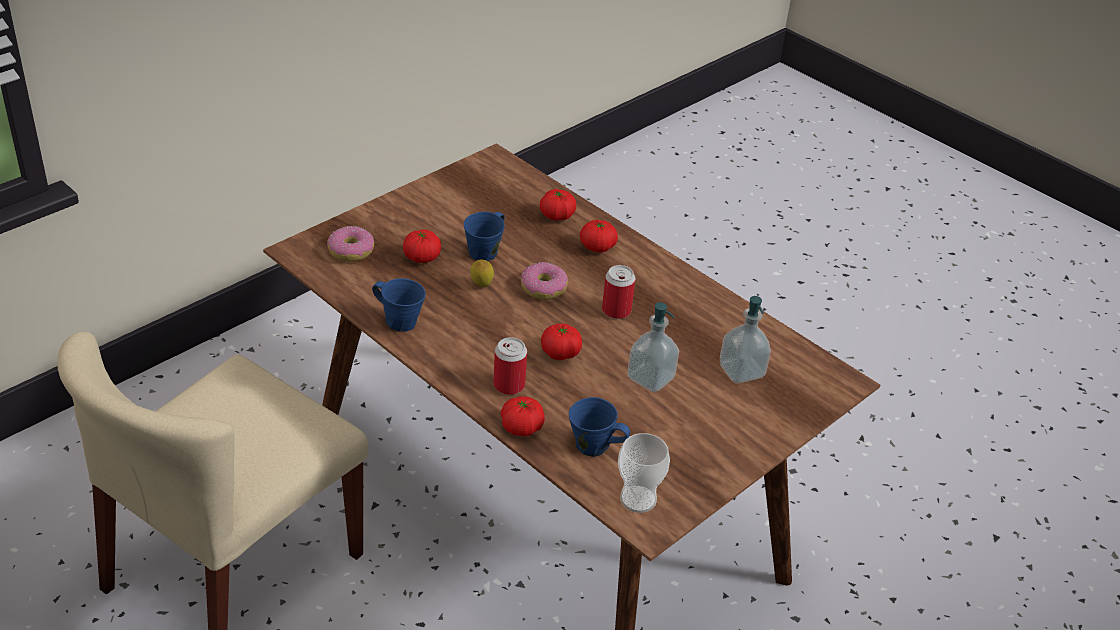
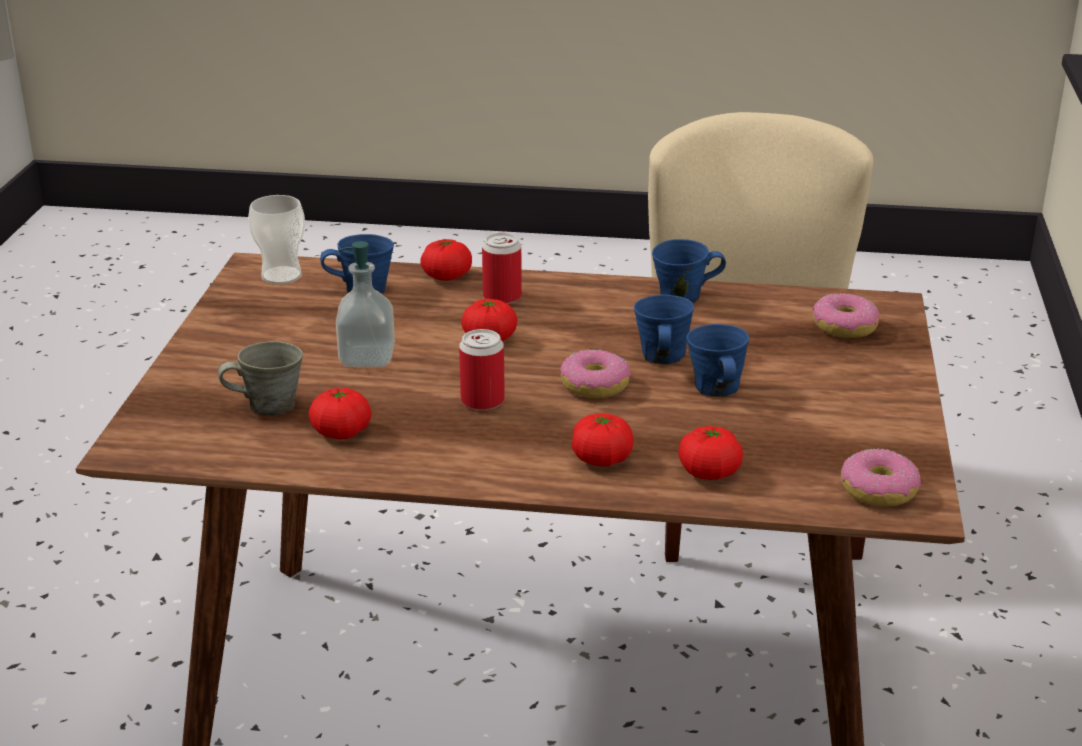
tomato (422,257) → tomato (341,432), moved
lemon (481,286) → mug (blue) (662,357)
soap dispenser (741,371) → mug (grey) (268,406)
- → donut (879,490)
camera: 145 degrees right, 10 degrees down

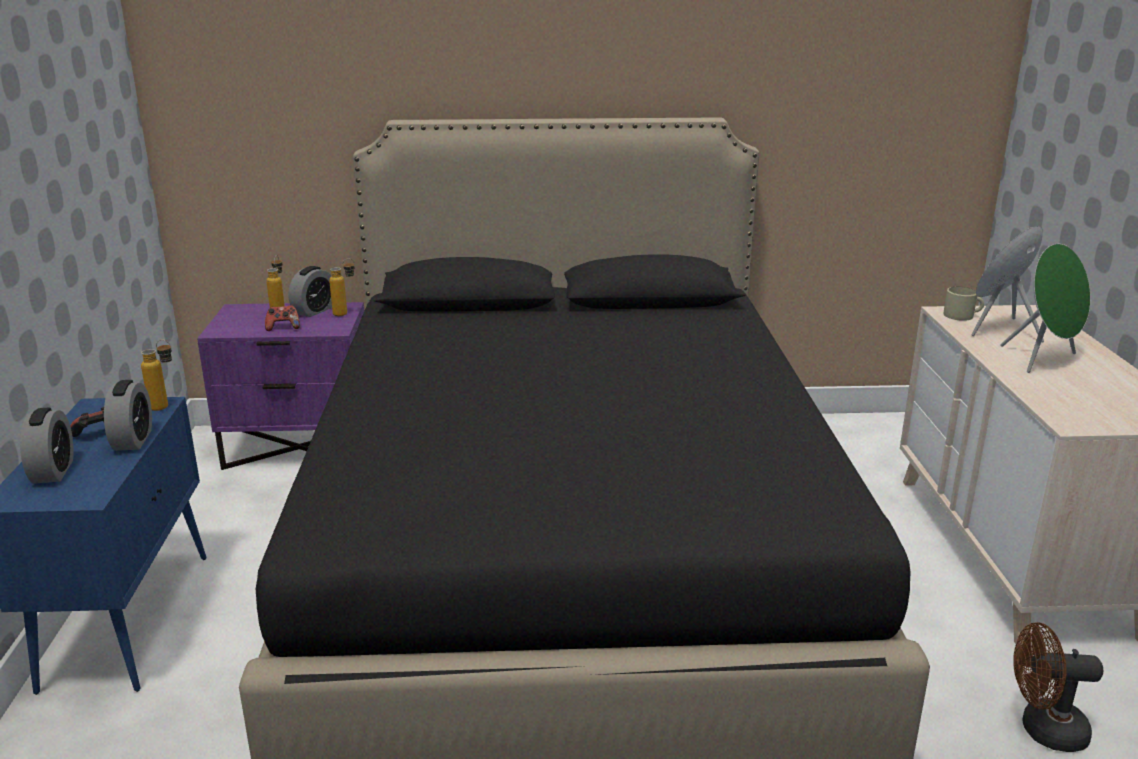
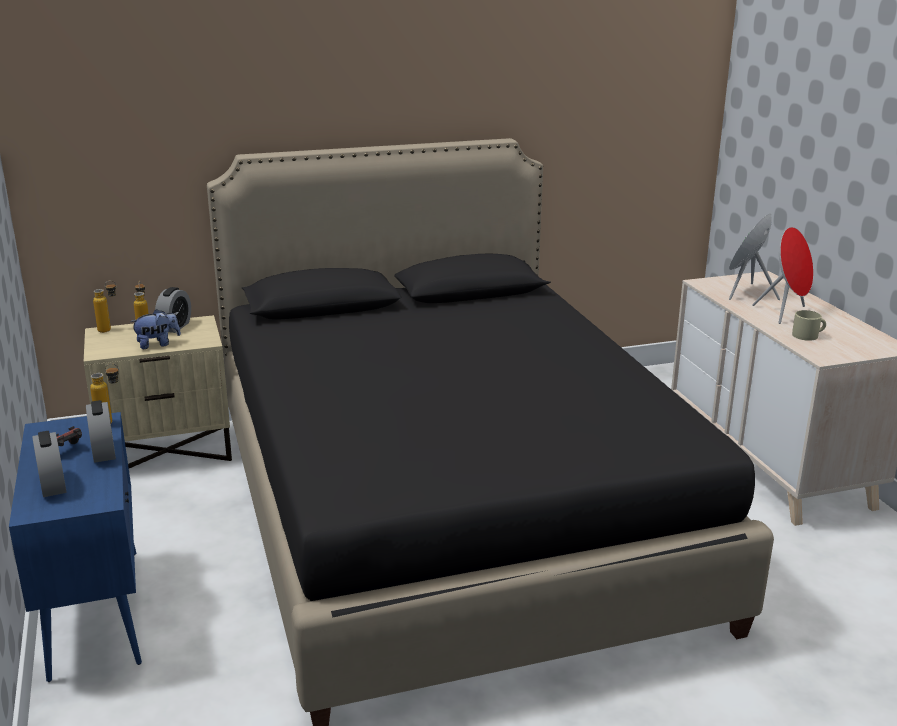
speaker (green) (1043,360) → speaker (red) (785,313)
bottle (346,314) → bottle (110,330), moved
mug (beige) (962,315) → mug (beige) (808,335), moved
nightstand (purple) (300,447) → nightstand (beige) (167,450)
game controller (283,327) → plush toy (157,344)
fan (brown) (1043,730) → -
camera: 15 degrees left, 0 degrees up

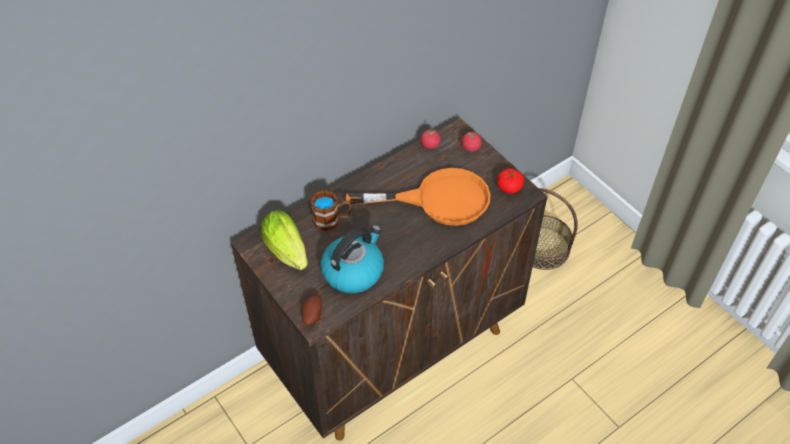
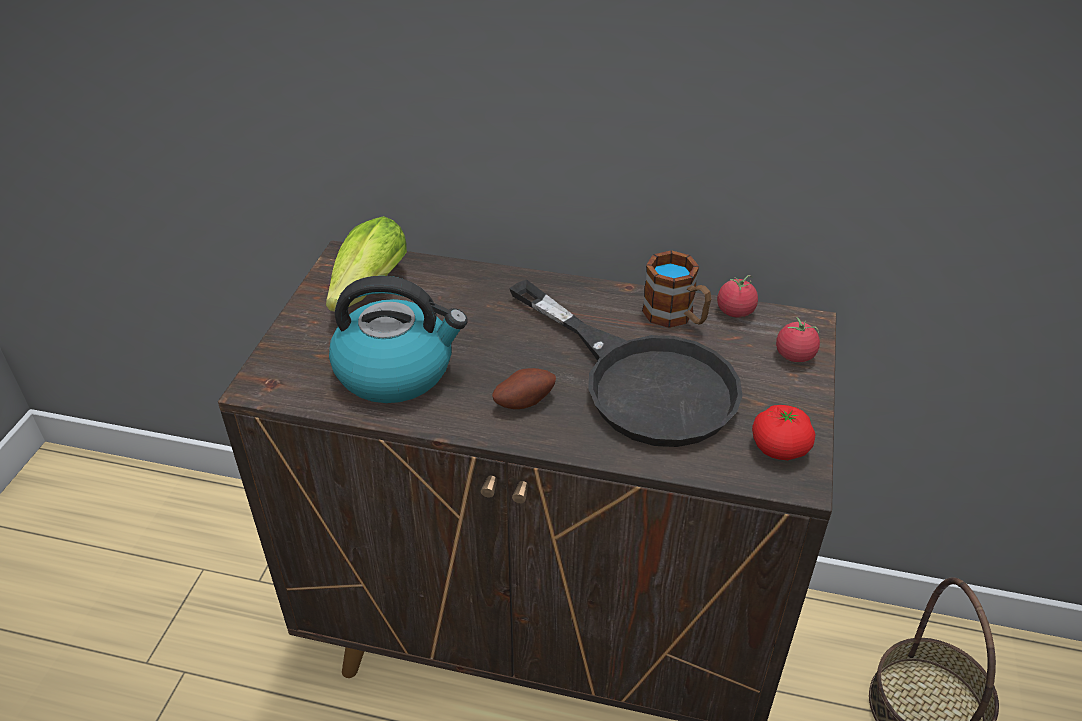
frying pan (orange) (438,200) → frying pan (black) (641,380)
mug (332,220) → mug (676,317), moved
potato (311,315) → potato (523,400), moved
camera: 50 degrees right, 10 degrees down

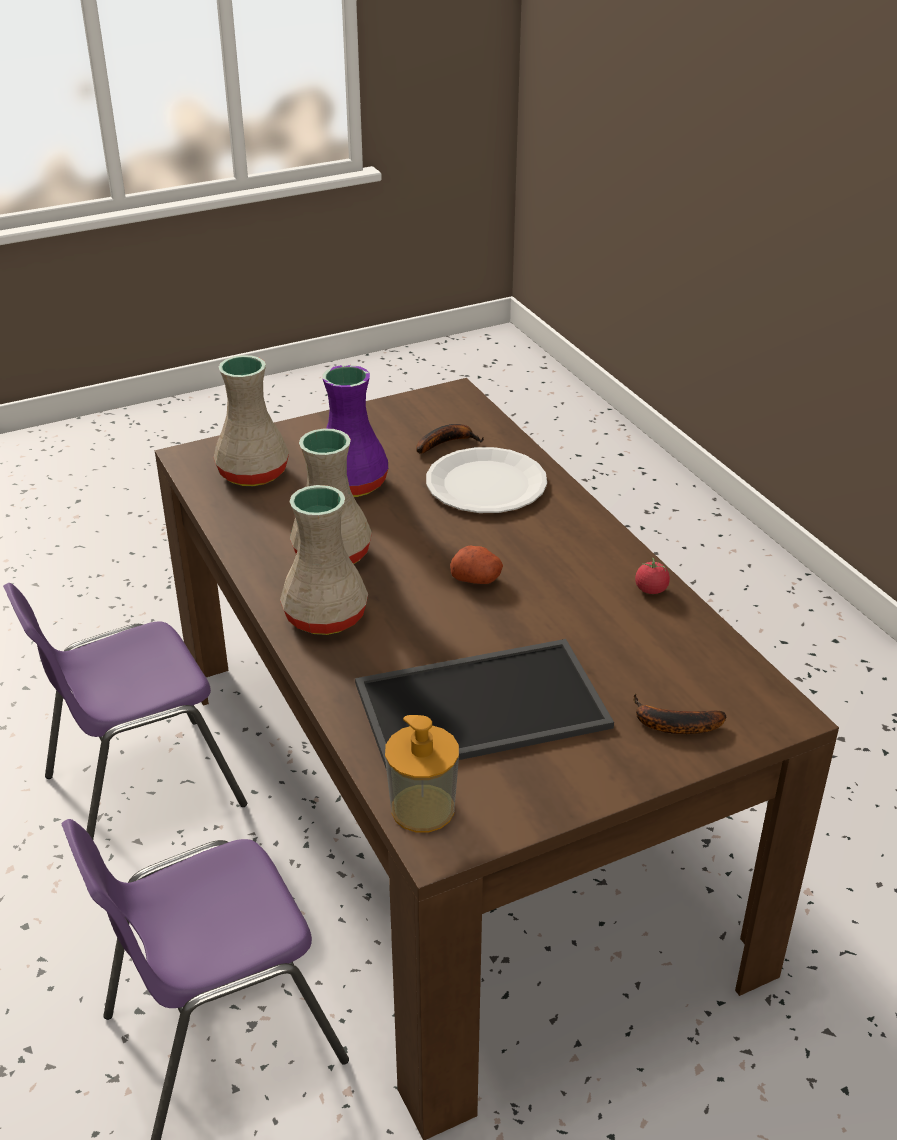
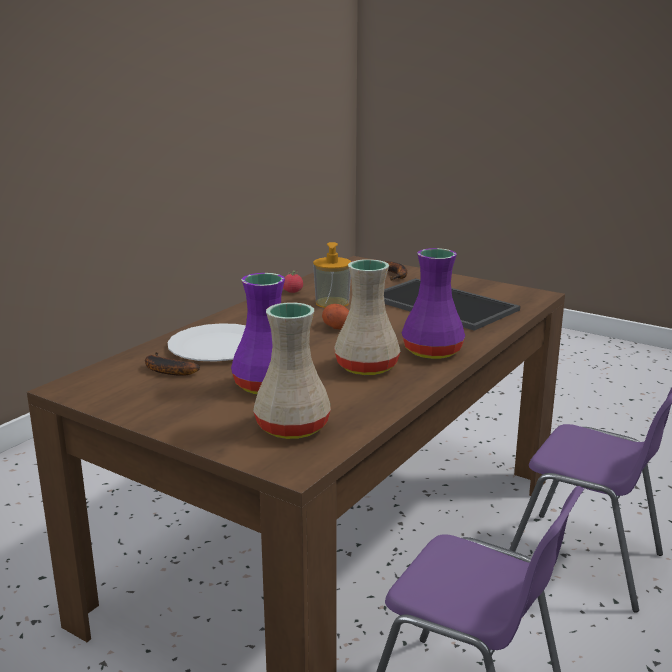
vase (beige) (324,616) → vase (purple) (432,352)
soap dispenser (422,808) → soap dispenser (332,303), moved
camera: 120 degrees left, 15 degrees down

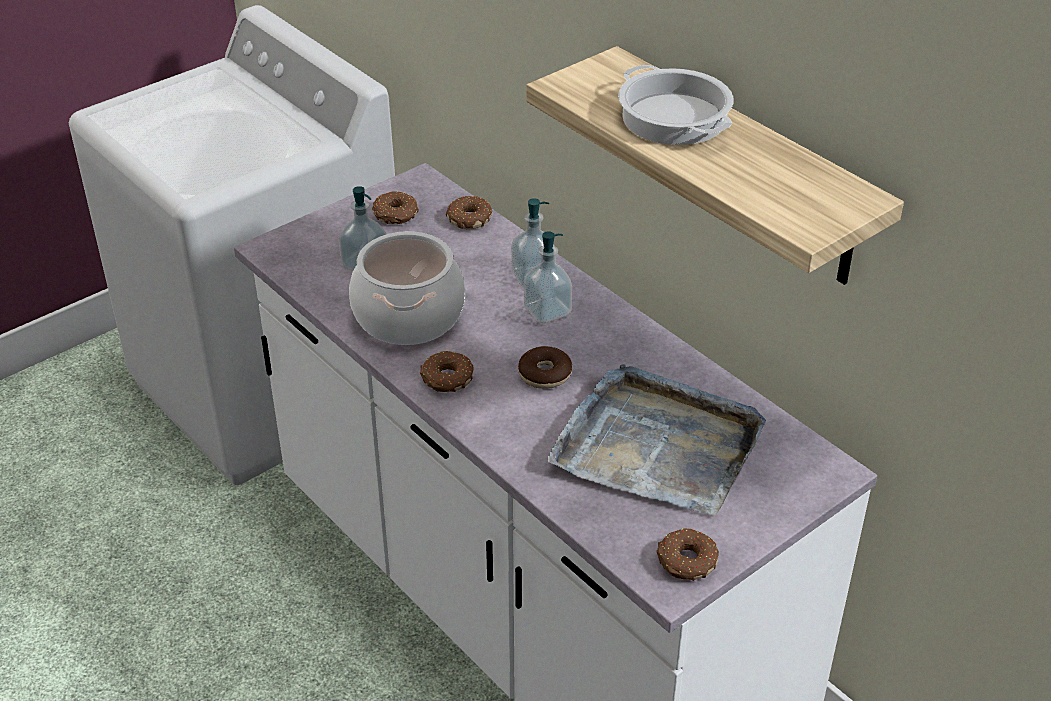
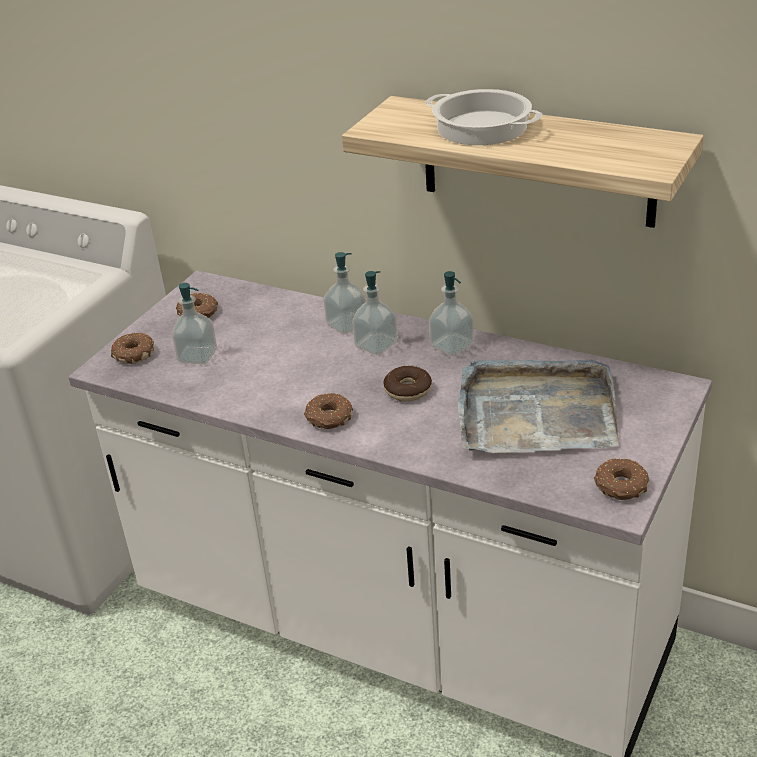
donut (469,218) → donut (133,354), moved
cooking pot (409,316) → -
- → soap dispenser (452,346)
camera: 20 degrees left, 5 degrees down

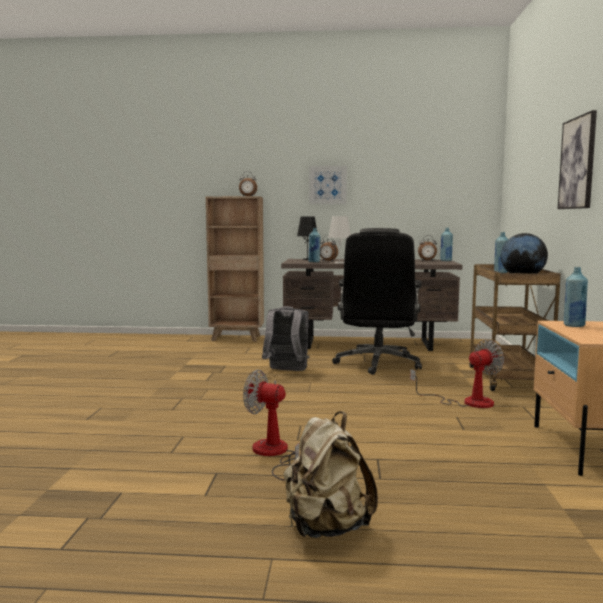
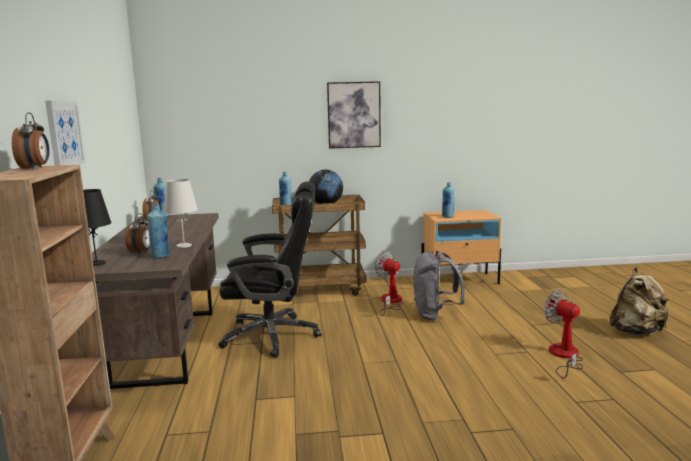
backpack (grey) (286,371) → backpack (grey) (435,315), moved
fan (273,454) → fan (564,356), 135 degrees clockwise
camera: 100 degrees left, 5 degrees up

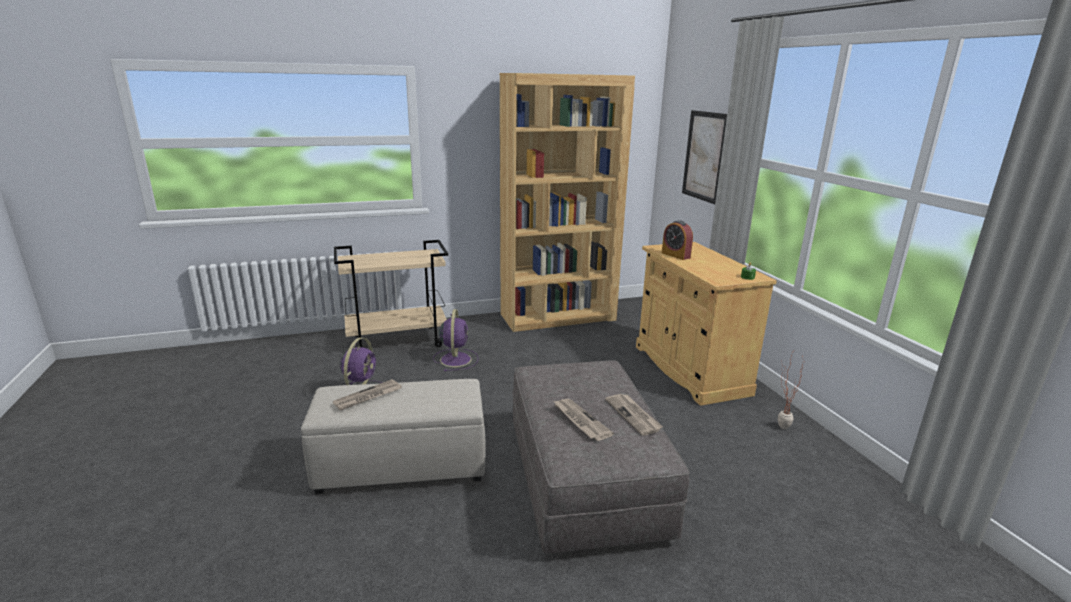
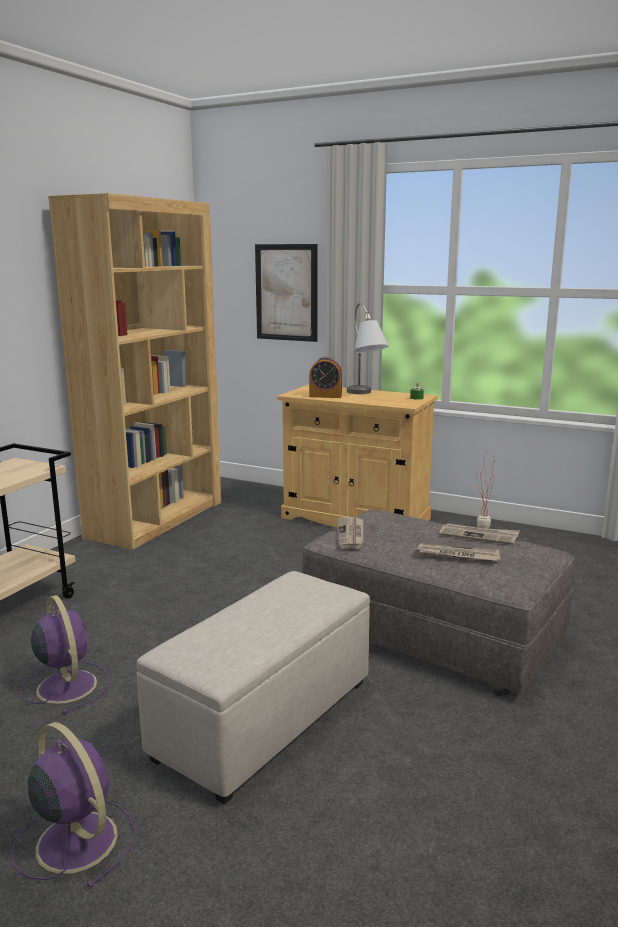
fan (purple) (456,359) → fan (purple) (75,840), moved
newspaper (368,397) → newspaper (351,534), moved
- → table lamp (grey) (365,395)
camera: 45 degrees left, 5 degrees down

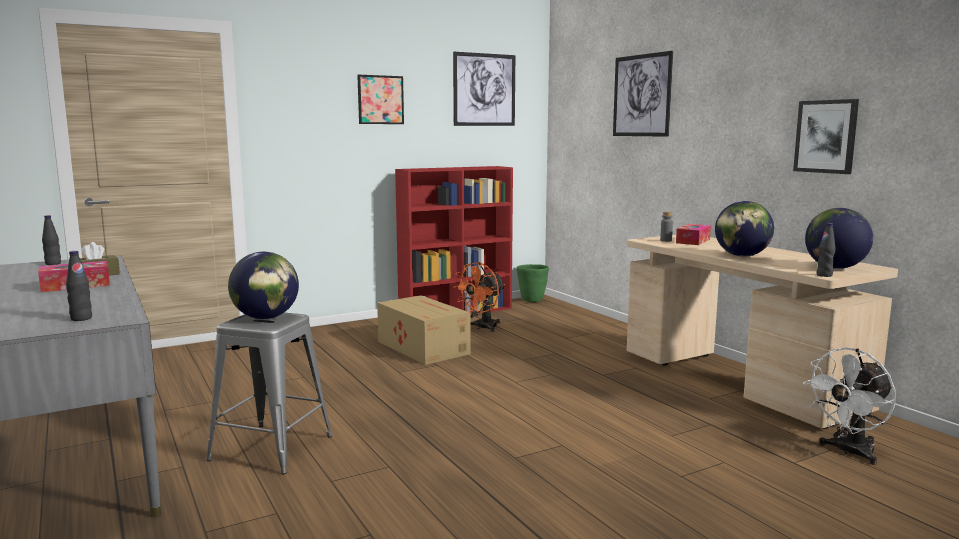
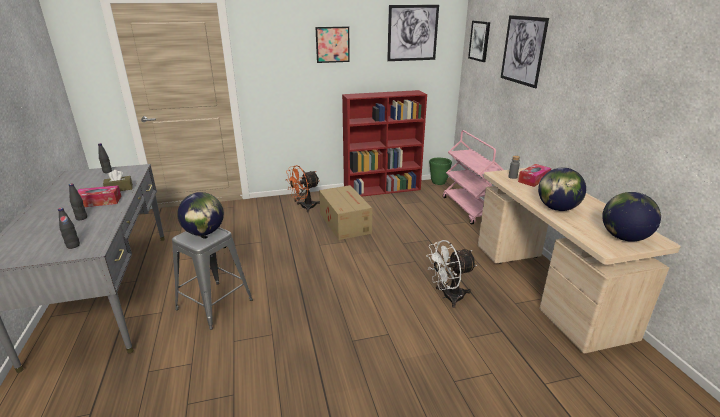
picture (826,136) → picture (479,41), moved
bottle (black) (824,275) → bottle (black) (81,218), moved
fan (orange) (482,328) → fan (orange) (304,207), moved
fan (white) (848,452) → fan (white) (448,297), moved
- → cart (pink) (469,209)
camera: 15 degrees right, 15 degrees up

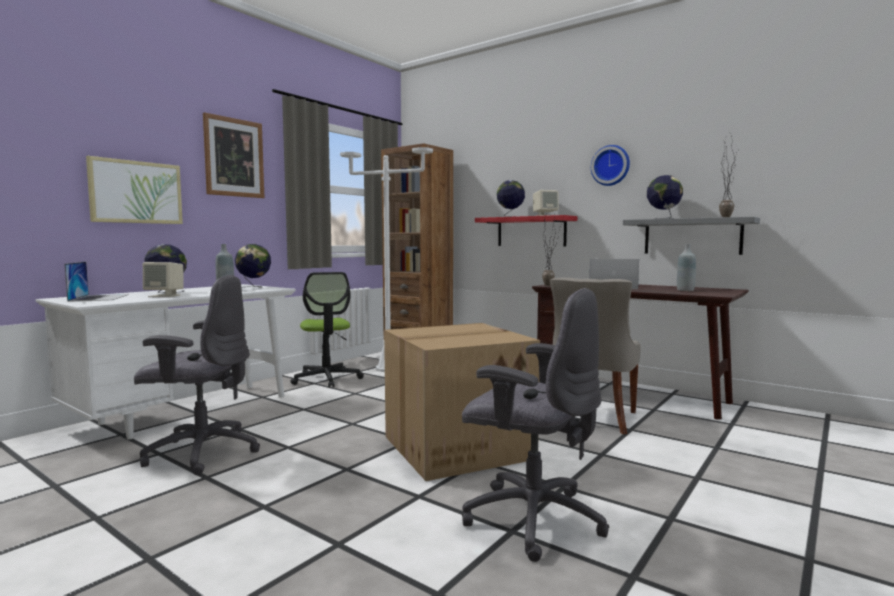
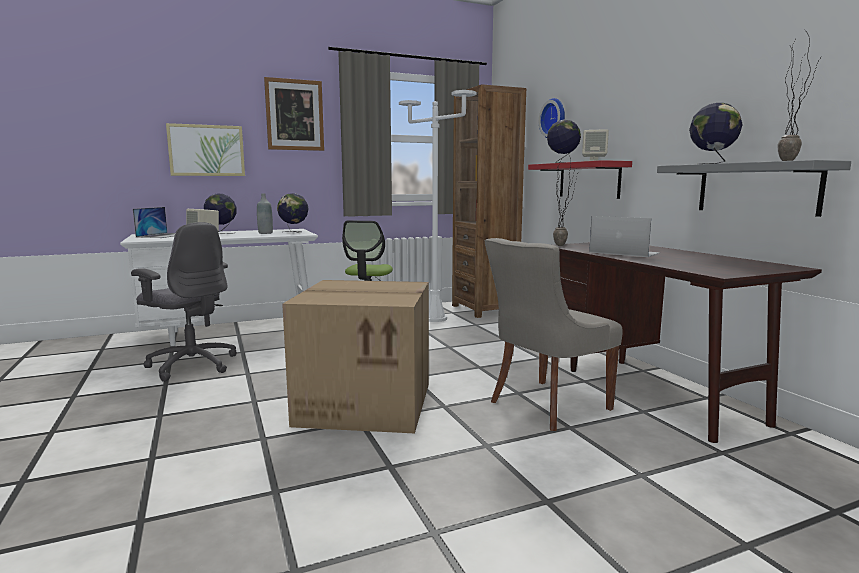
wall clock (611,165) → wall clock (554,118), moved
bottle (grey) (685,290) → -
office chair (grey) (531,518) → -
camera: 30 degrees right, 5 degrees up

